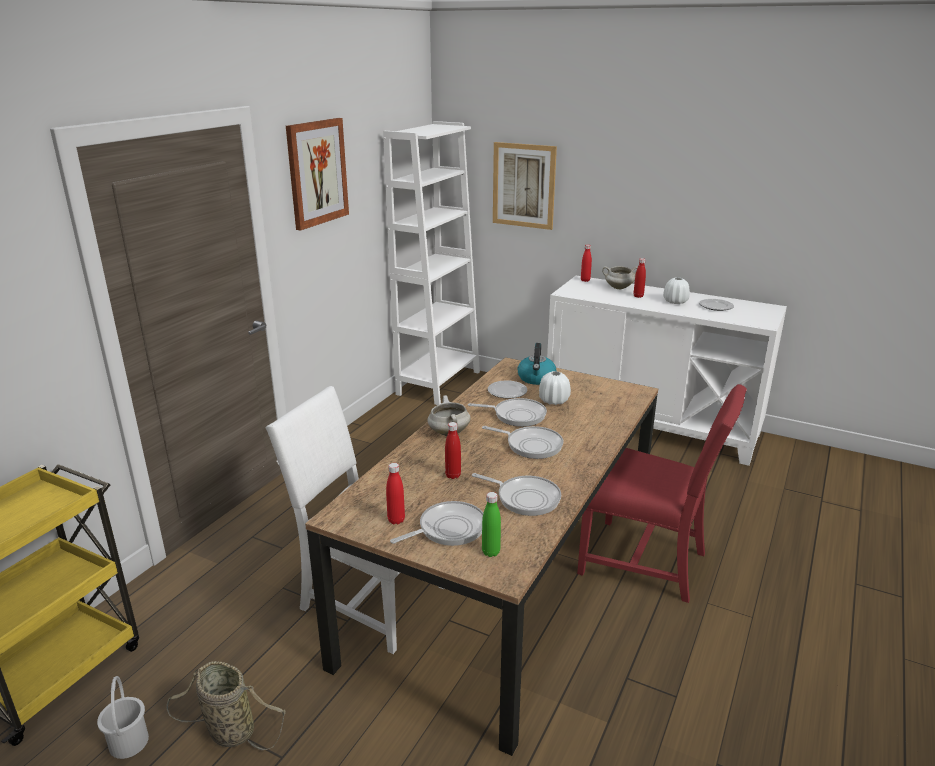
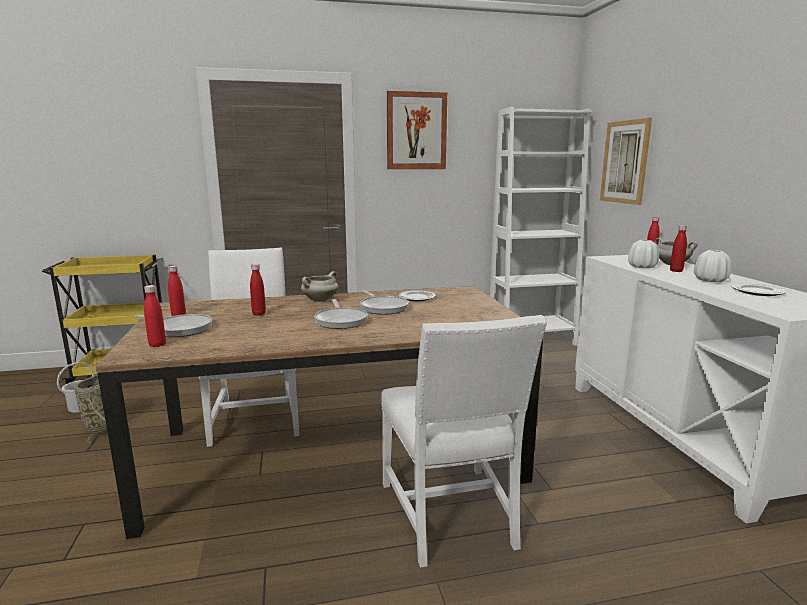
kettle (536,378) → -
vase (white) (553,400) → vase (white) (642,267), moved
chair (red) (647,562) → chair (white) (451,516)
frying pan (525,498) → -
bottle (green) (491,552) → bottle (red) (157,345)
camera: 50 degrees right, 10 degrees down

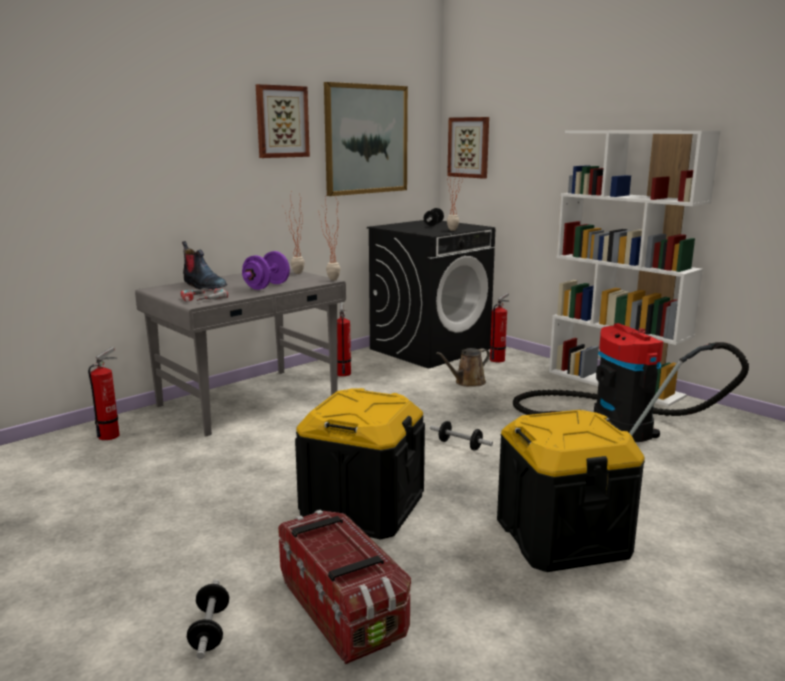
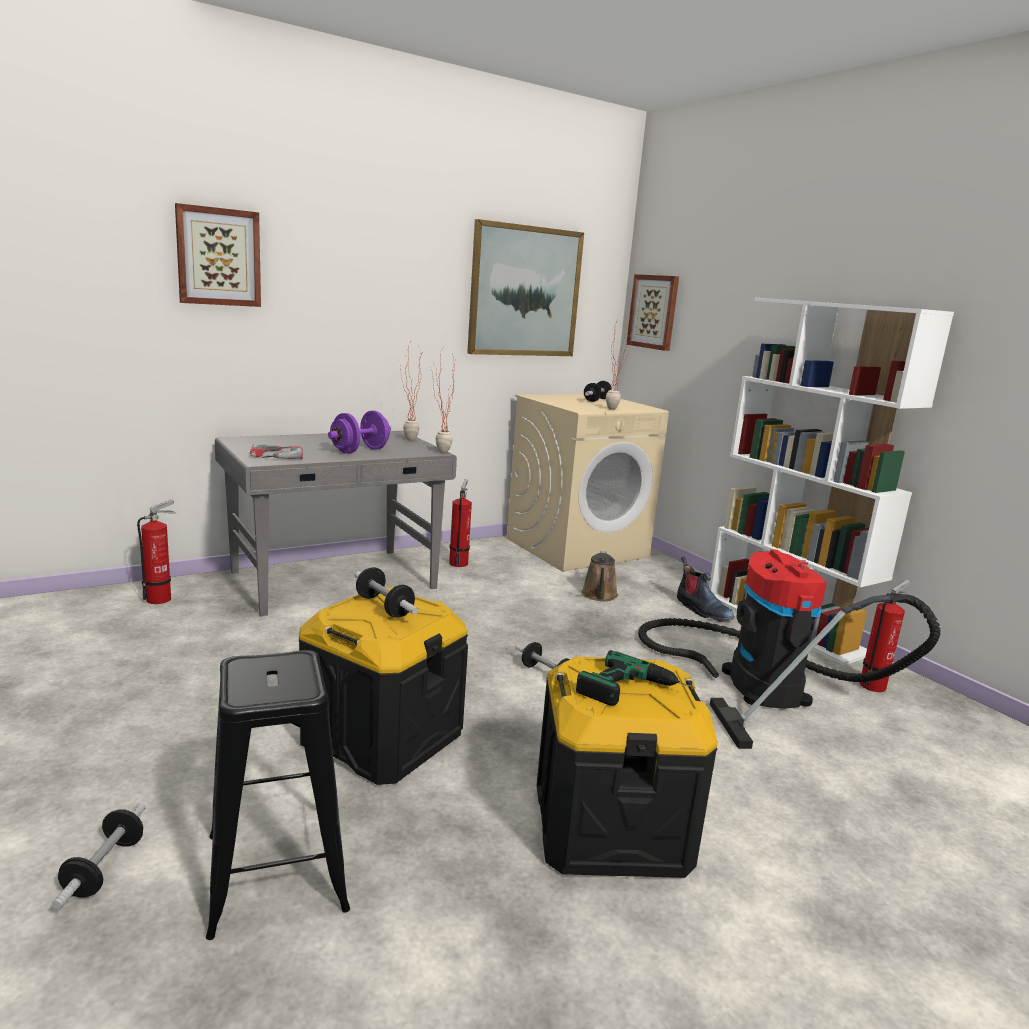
picture (282,121) → picture (218,257), moved
washing machine (black) (430,349) → washing machine (beige) (577,547)
boot (203,286) → boot (701,610), moved
fire extinguisher (498,359) → fire extinguisher (874,685), moved
watering can (brown) (467,382) → watering can (brown) (599,595), 60 degrees counterclockwise
storage box (342,608) → stool (black) (276,872)
- → dumbbell (384,607)
- → power drill (636,692)
camera: 10 degrees right, 0 degrees up

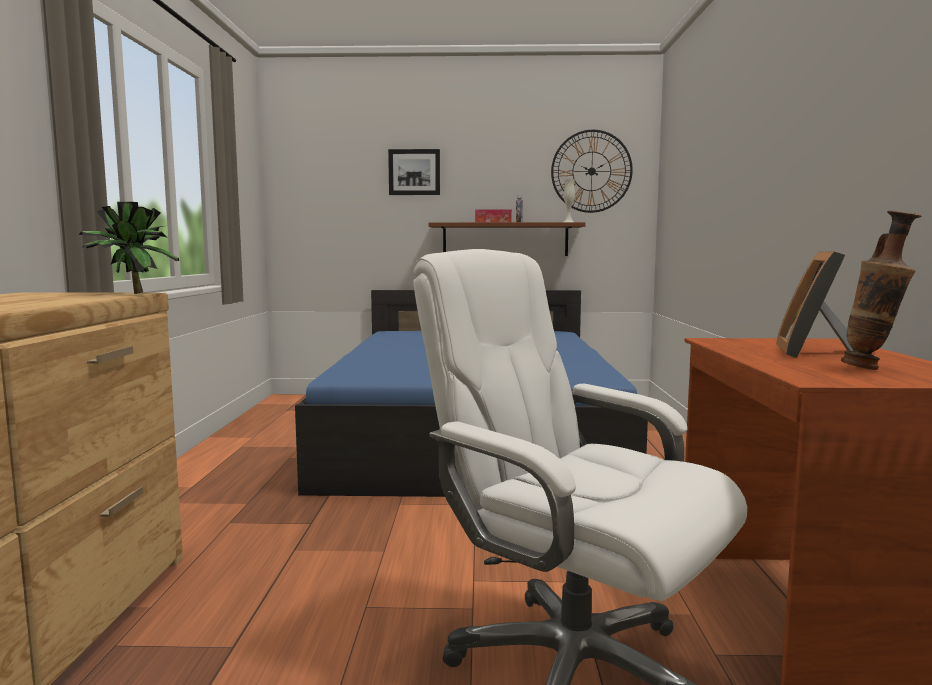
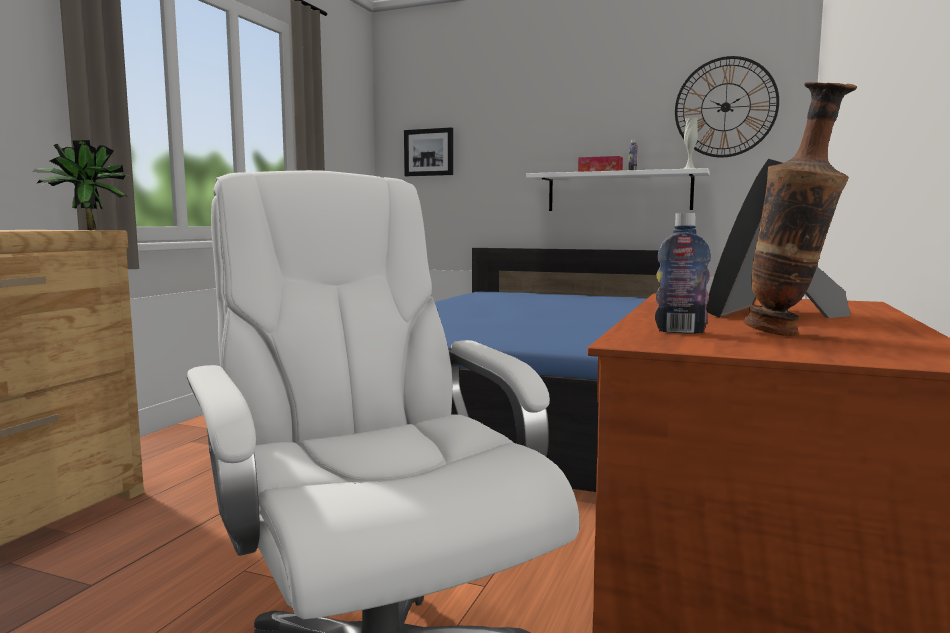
picture (414,172) → picture (429,152), moved
shelf (brown) (505,239) → shelf (white) (619,192)
- → bottle (680,331)
camera: 20 degrees right, 0 degrees up

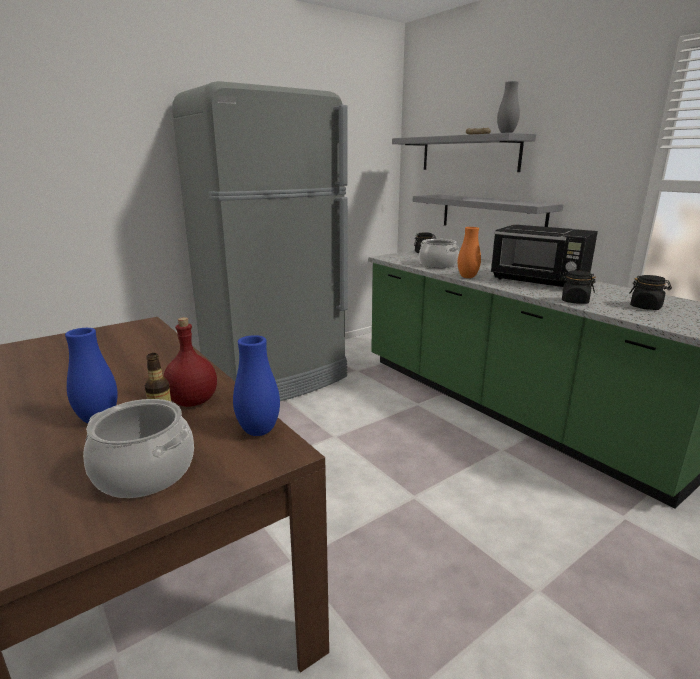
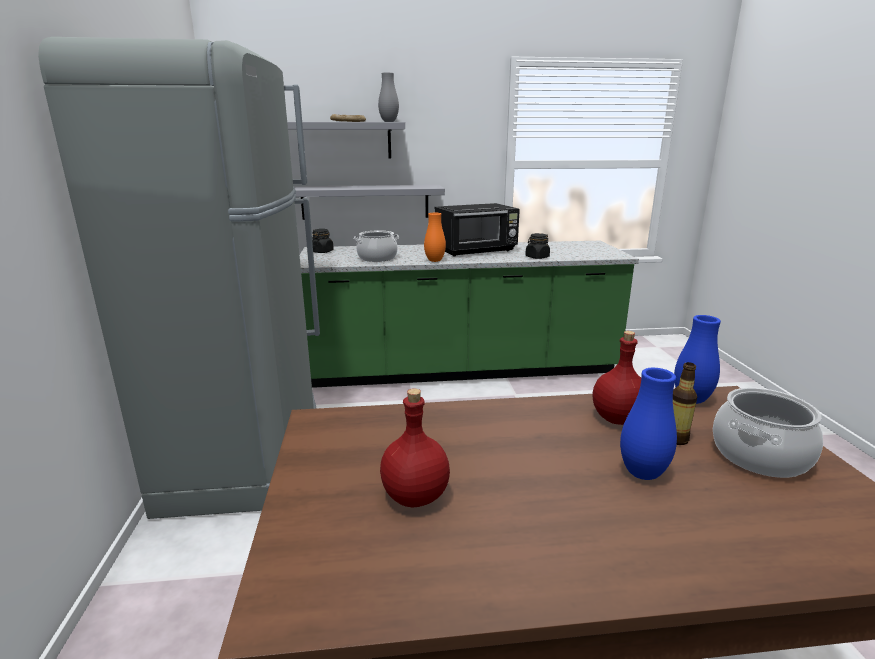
jar (black) (646,307) → -
- → bottle (red) (416,496)
camera: 60 degrees left, 0 degrees up

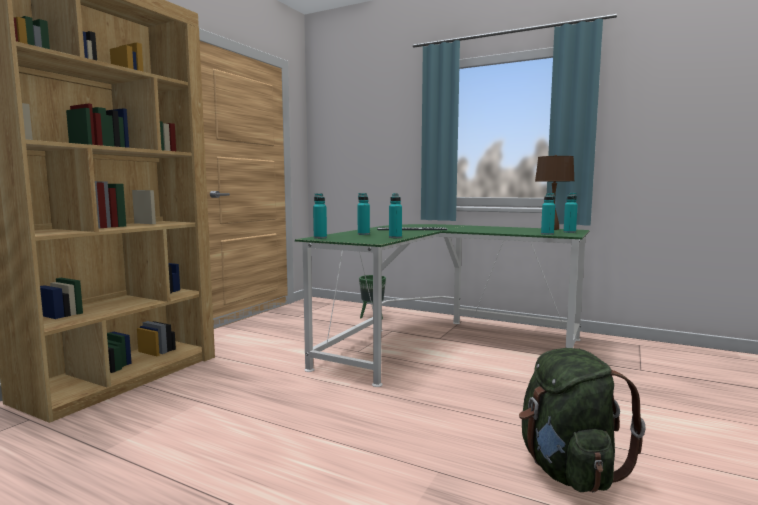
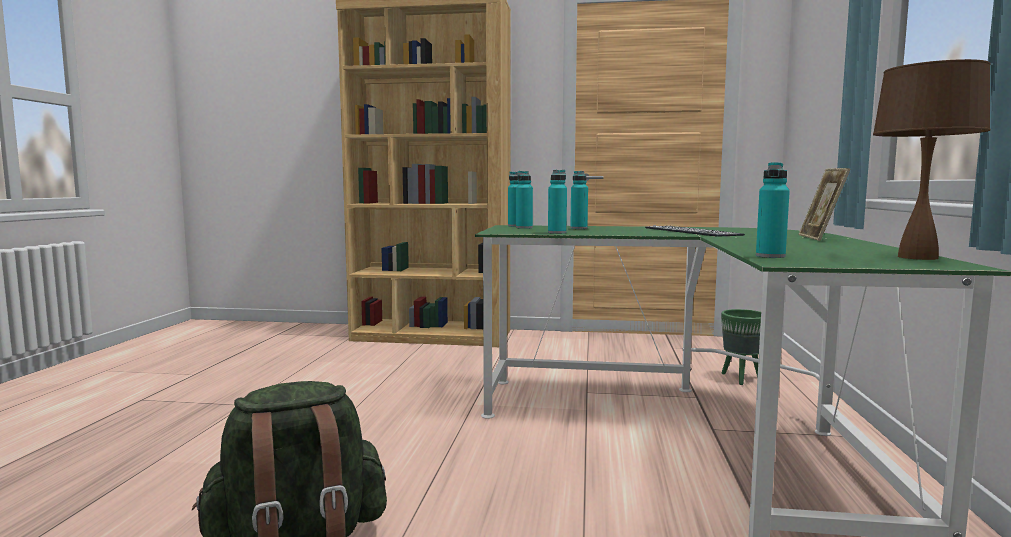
bottle (turquoise) (569,232) → bottle (turquoise) (524,228), moved
- → picture frame (820,238)
camera: 70 degrees right, 0 degrees up

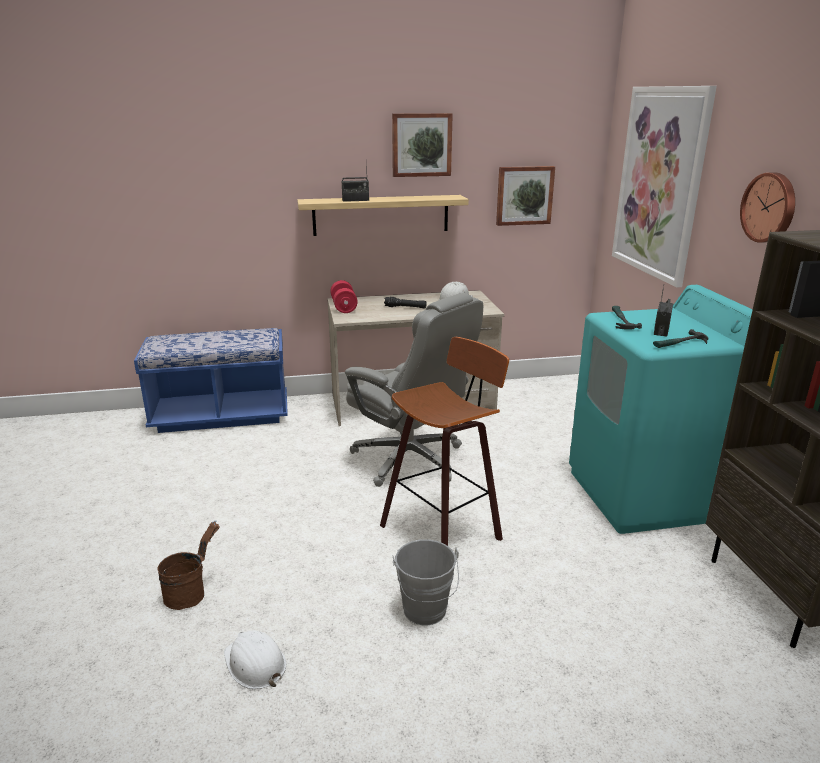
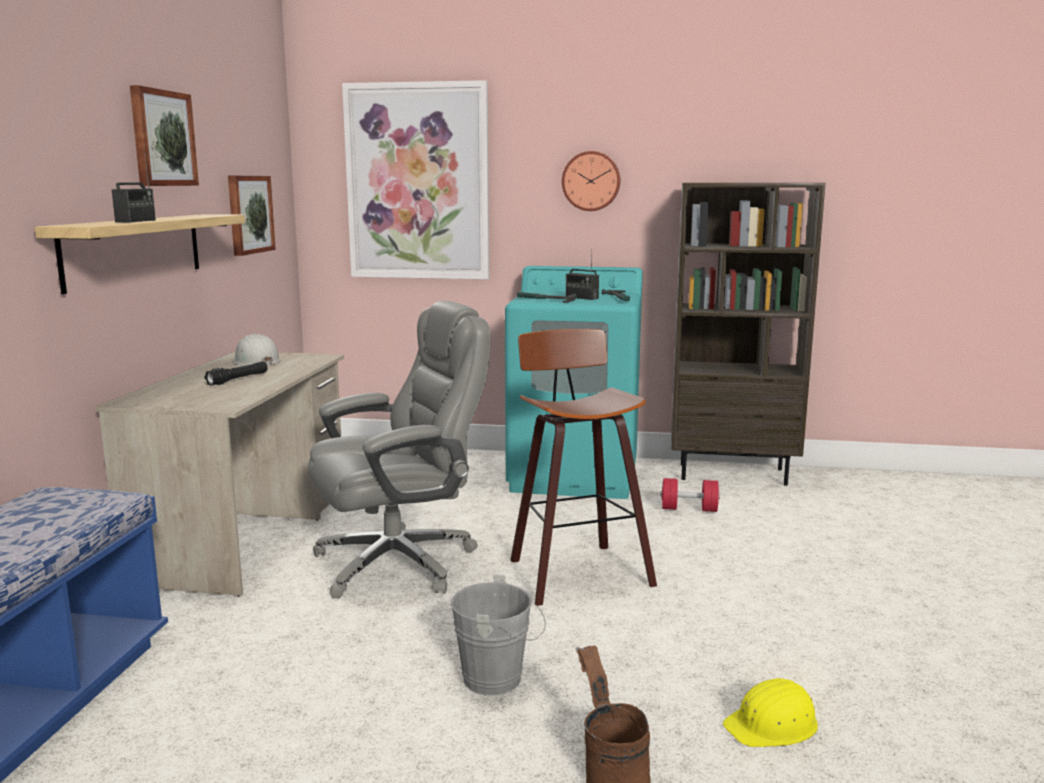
dumbbell (red) (344,307) → dumbbell (red) (689,509), moved
bucket (grey) (425,613) → bucket (grey) (499,679), moved
hard hat (white) (255,664) → hard hat (yellow) (773,725)
camera: 70 degrees left, 10 degrees down

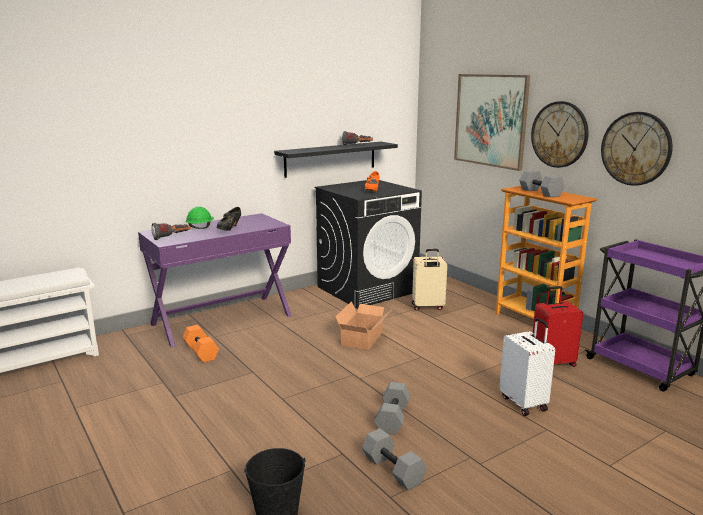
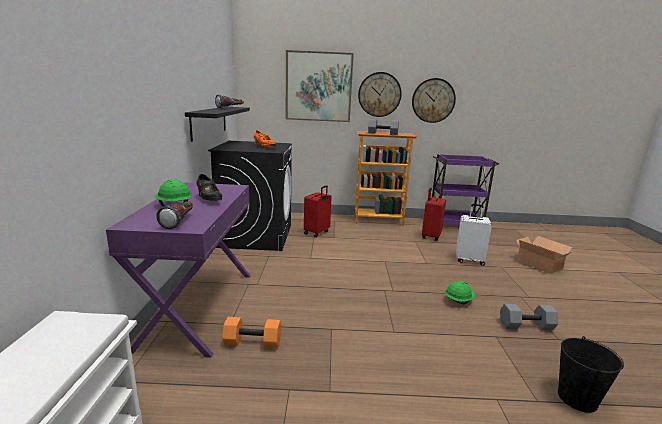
suitcase (beige) (427,307) → suitcase (red) (317,233)
cardboard box (364,338) → cardboard box (539,263), moved
dumbbell (grey) (392,418) → hard hat (green) (458,301)
camera: 55 degrees left, 0 degrees up

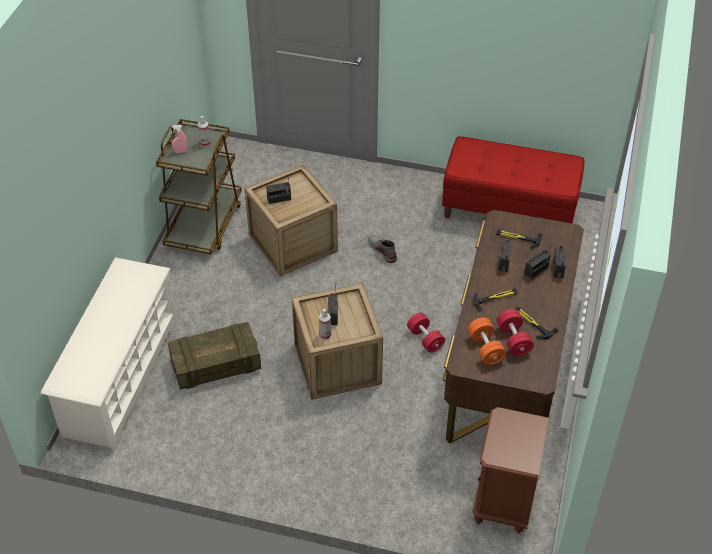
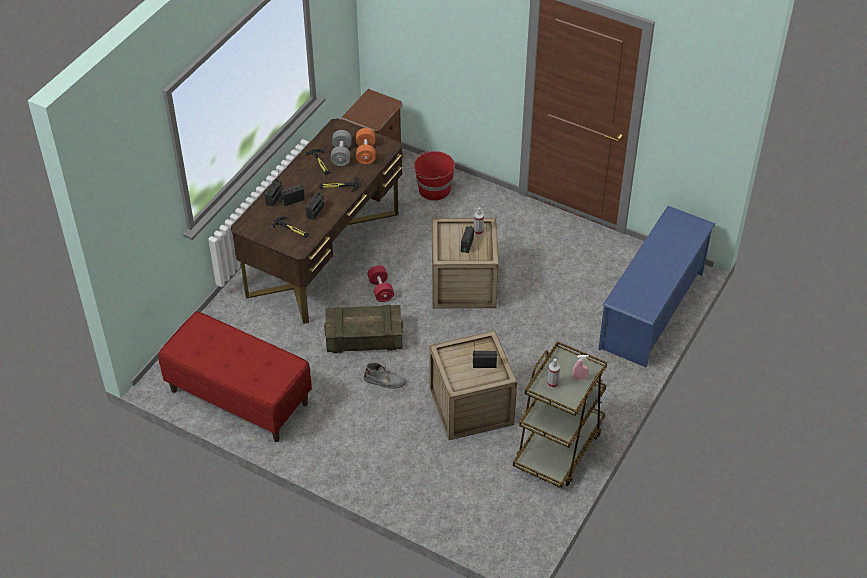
boot (grey) (382,249) → boot (grey) (385,381), 60 degrees counterclockwise
shoe rack (white) (121,377) → shoe rack (blue) (652,310)
dumbbell (red) (513,340) → dumbbell (grey) (341,155)
crate (216,365) → crate (364,337), moved
- → bucket (red) (433,190)
camera: 165 degrees left, 0 degrees up

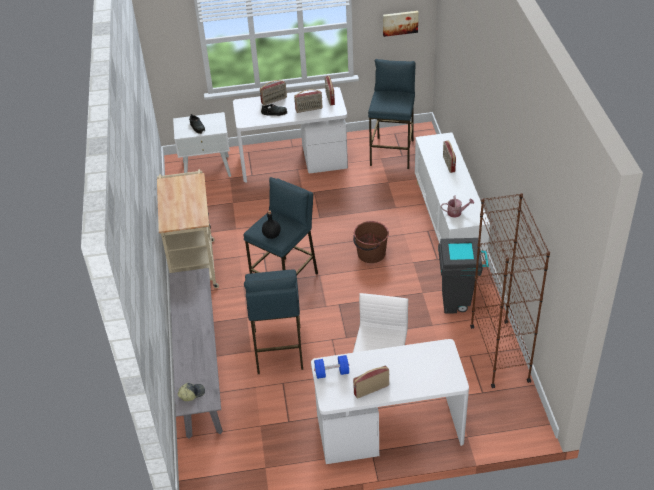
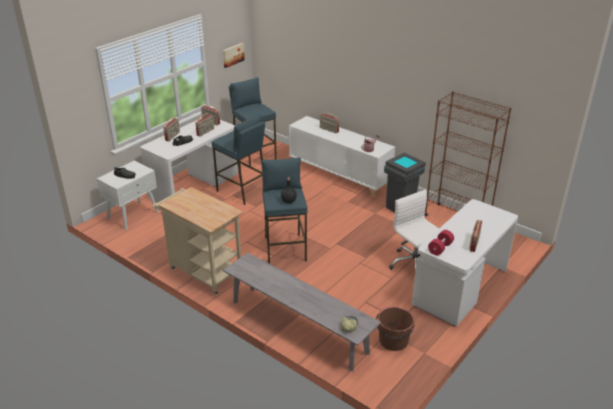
bucket (brown) (371,254) → bucket (brown) (393,341), moved
stool (blue) (278,350) → stool (blue) (242,191), moved
dumbbell (blue) (332,372) → dumbbell (red) (440,248)
camera: 45 degrees left, 10 degrees down

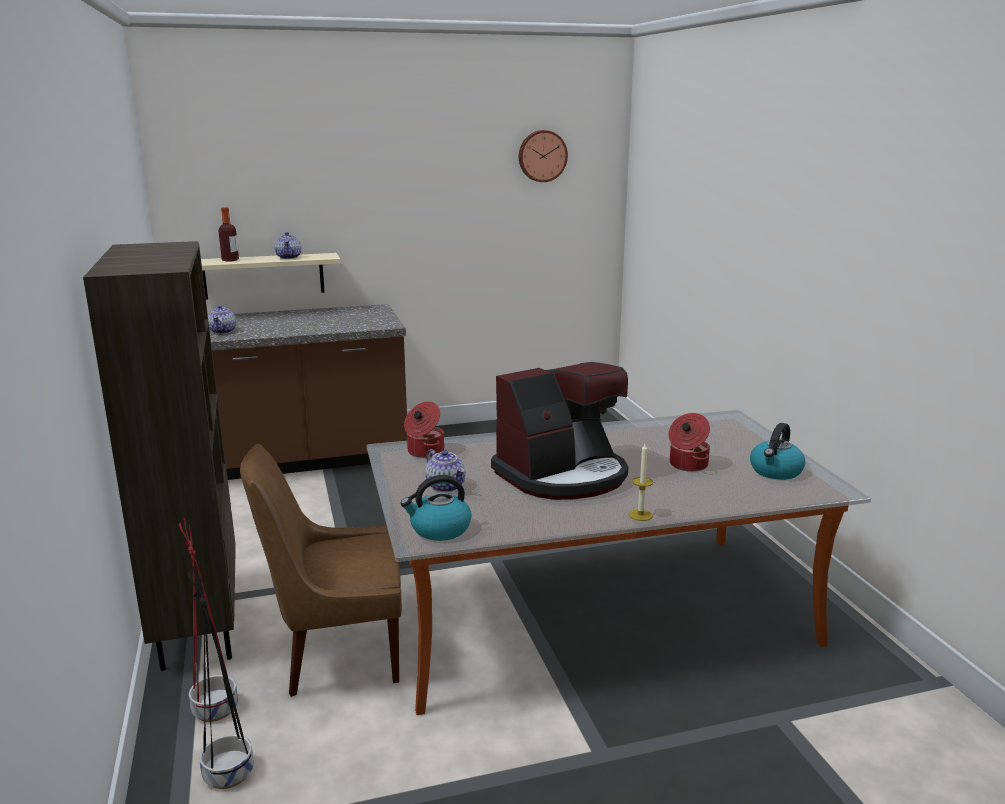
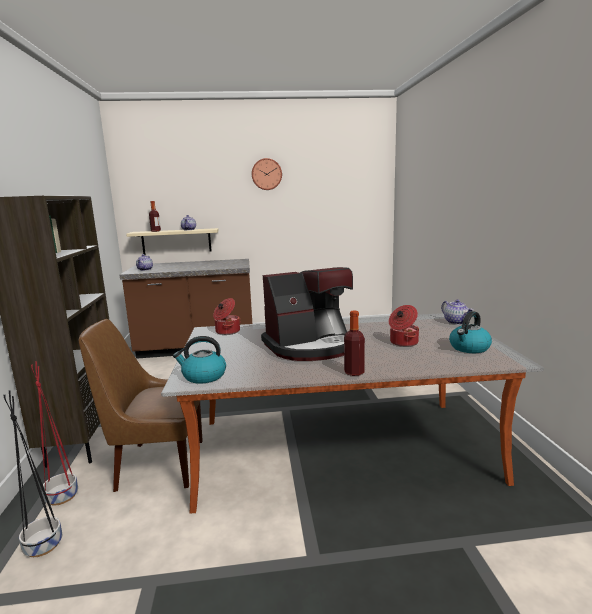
wall clock (542,156) → wall clock (266,174), moved
candle (640,515) → bottle (354,372)
teapot (446,486) → teapot (456,322), moved
camera: 10 degrees right, 5 degrees down

